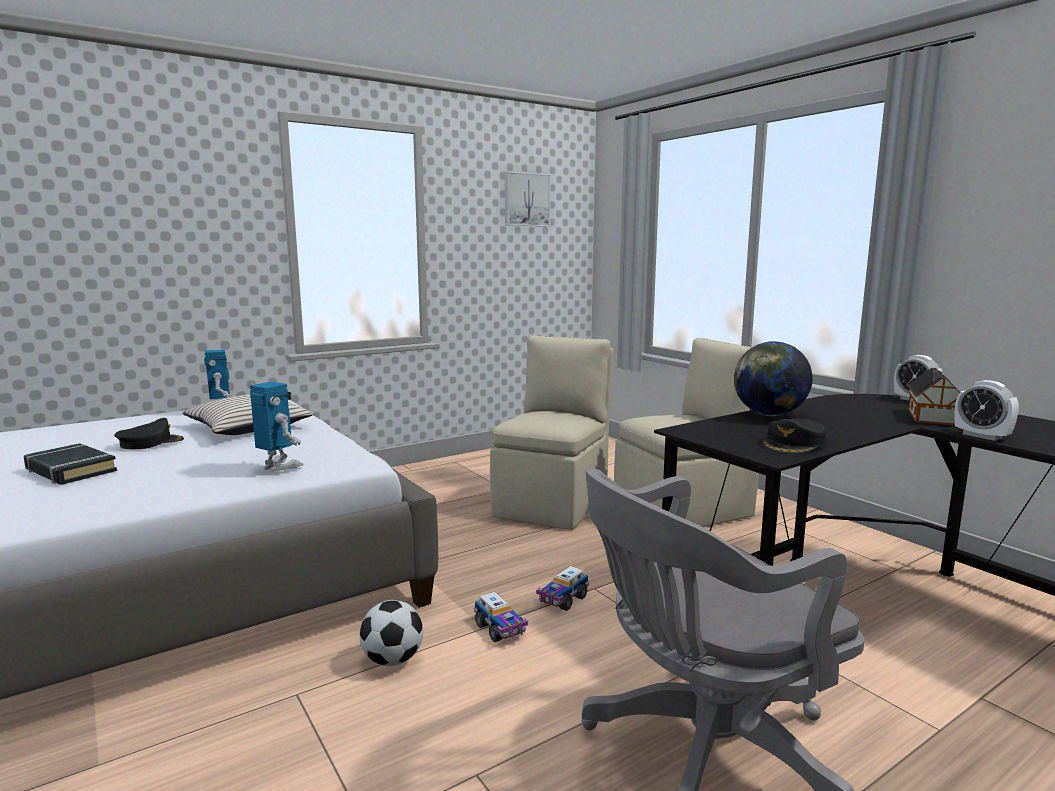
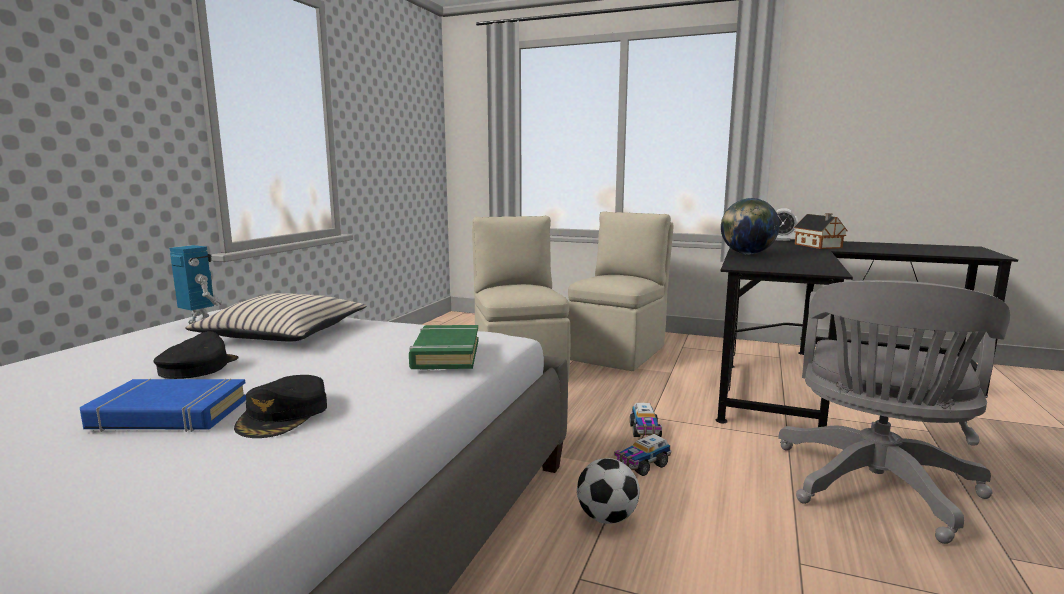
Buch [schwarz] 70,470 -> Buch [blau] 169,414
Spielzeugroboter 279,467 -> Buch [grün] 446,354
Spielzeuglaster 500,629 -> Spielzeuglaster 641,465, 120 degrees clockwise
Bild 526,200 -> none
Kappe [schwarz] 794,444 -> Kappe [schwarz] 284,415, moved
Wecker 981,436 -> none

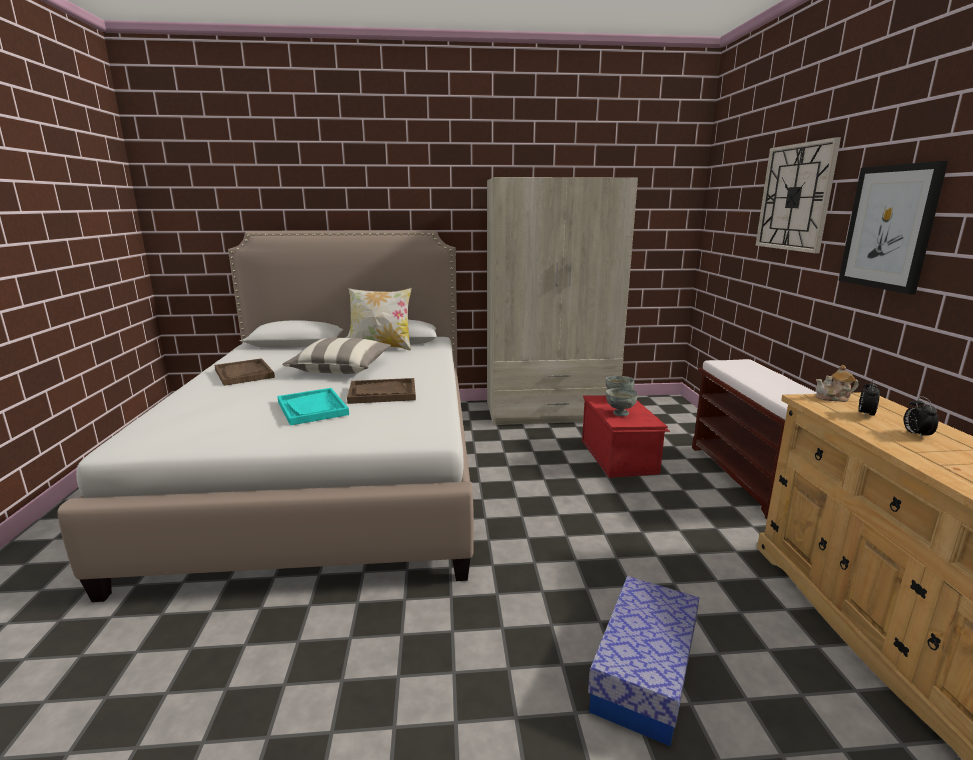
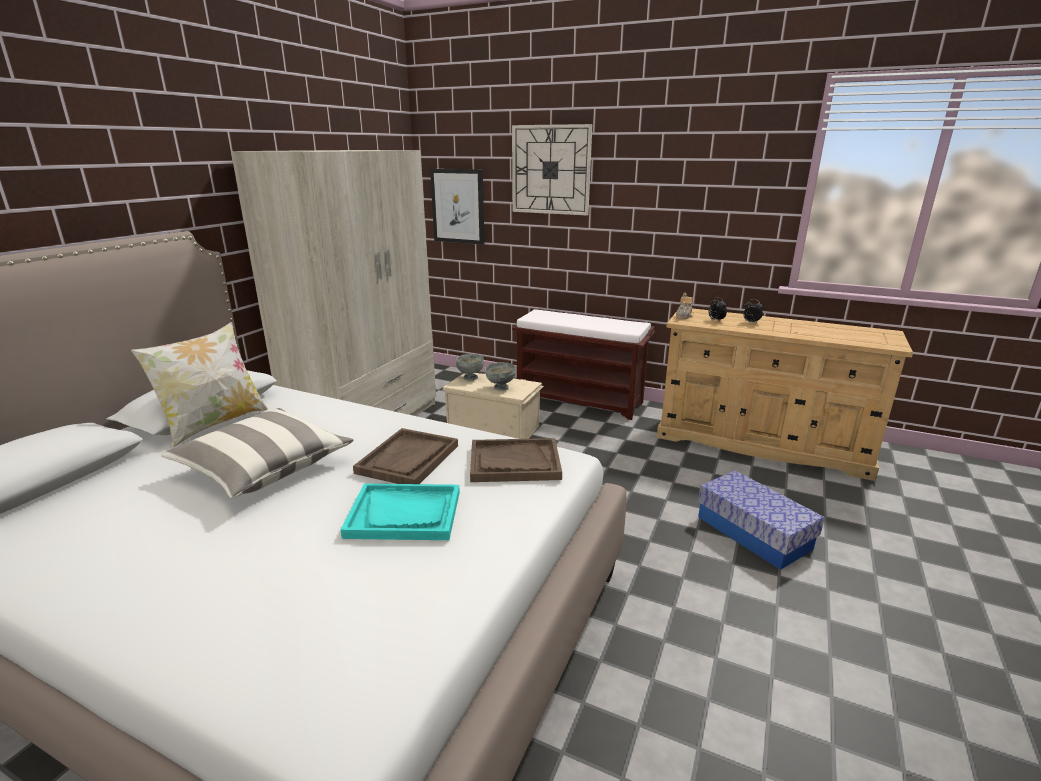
Tablett [braun] 244,374 -> Tablett [braun] 514,463, moved
Aufbewahrungsbox [rot] 619,456 -> Aufbewahrungsbox [beige] 493,429
Bild 889,227 -> Bild 458,206, moved

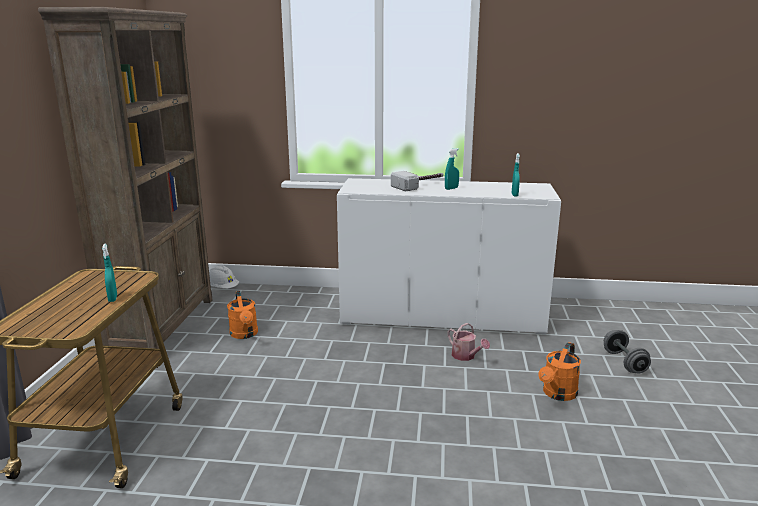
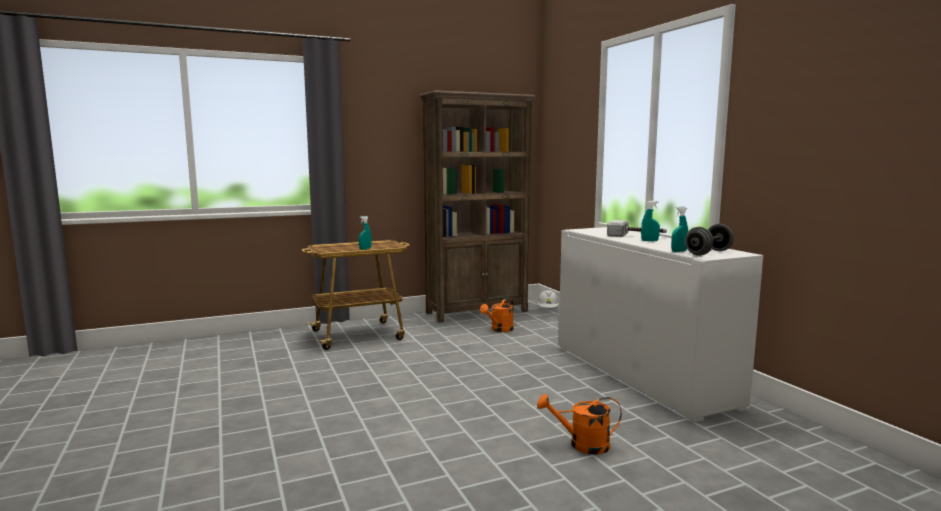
Gießkanne 466,356 -> none
Hantel [grau] 624,362 -> Hantel [grau] 708,253, moved

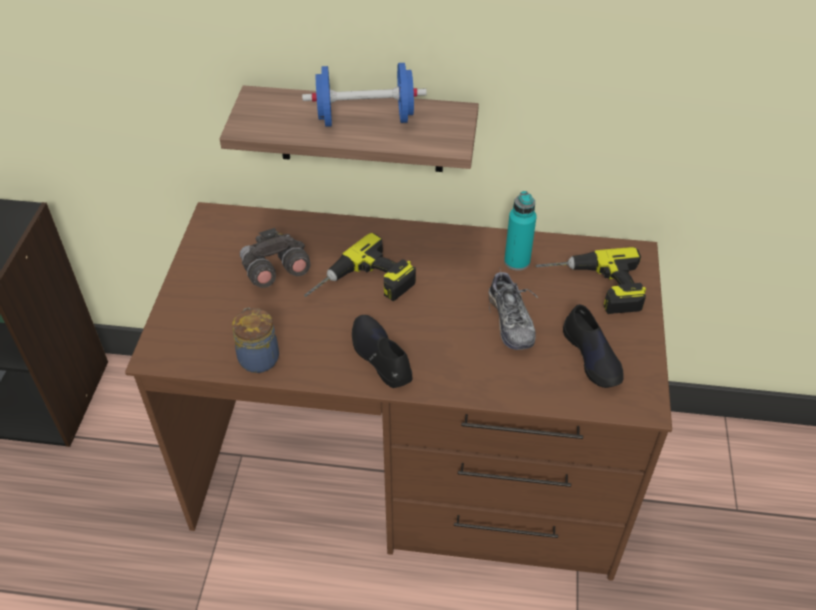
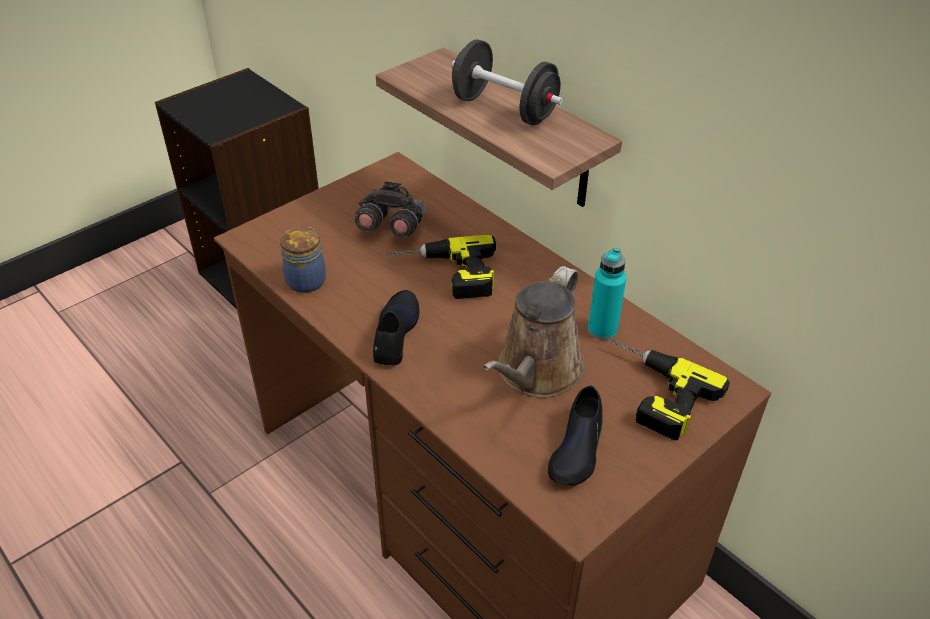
Hantel [blau] 365,119 -> Hantel [schwarz] 504,109
Schuh 510,321 -> Gießkanne [braun] 536,373

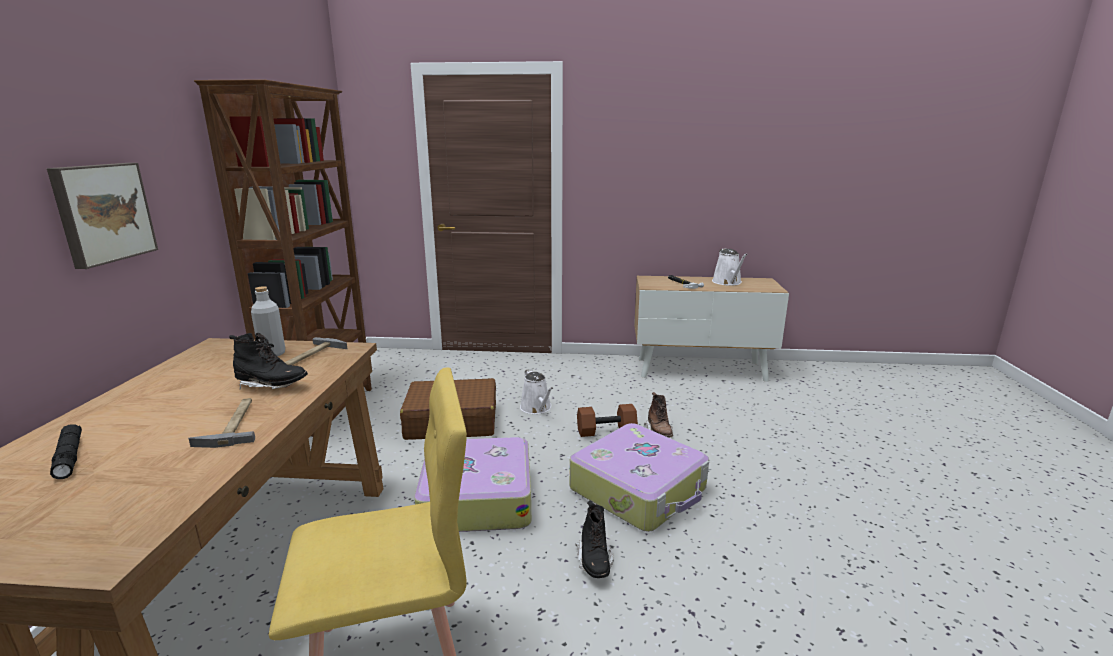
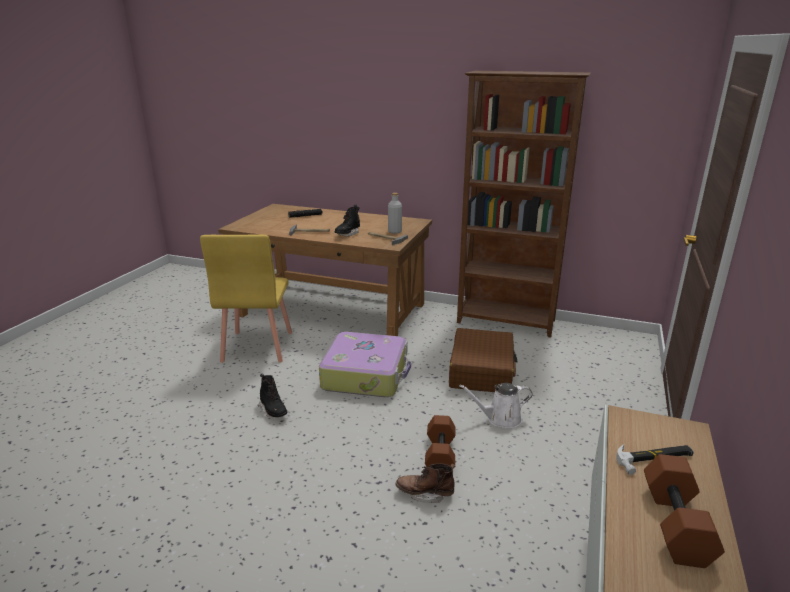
Bild 102,213 -> none
Koffer 639,489 -> none
Stiefel [schwarz] 594,561 -> Stiefel [schwarz] 273,411, 135 degrees counterclockwise
Gießkanne [weiß] 728,282 -> Hantel [braun] 677,525

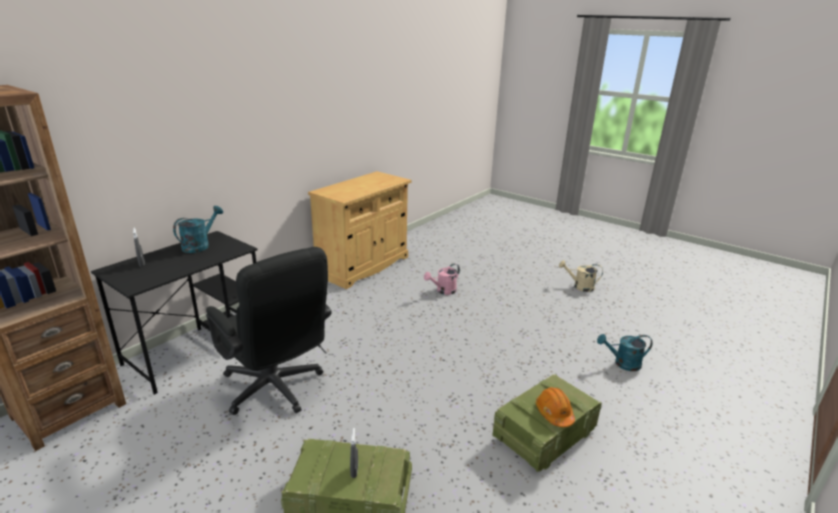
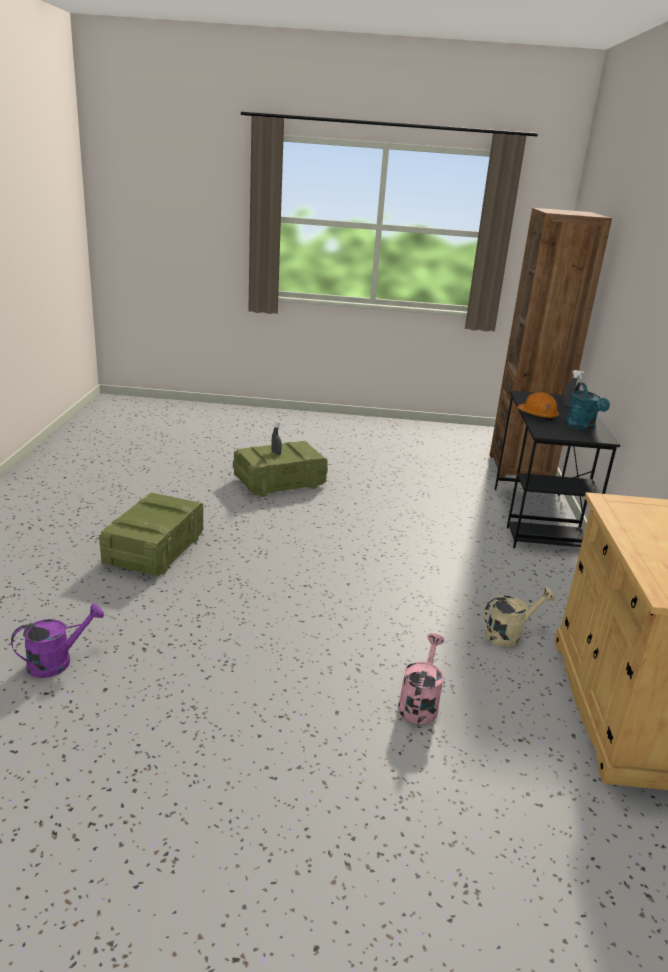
Bürostuhl [schwarz] 277,390 -> none
Schutzhelm [orange] 554,413 -> Schutzhelm [orange] 537,415, moved
Gießkanne [beige] 579,286 -> Gießkanne [beige] 509,634, moved
Gießkanne [türkis] 622,364 -> Gießkanne [lila] 57,661

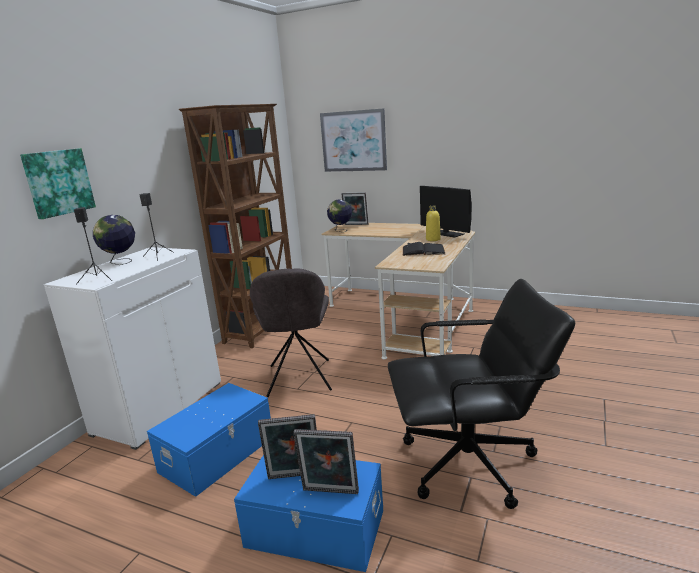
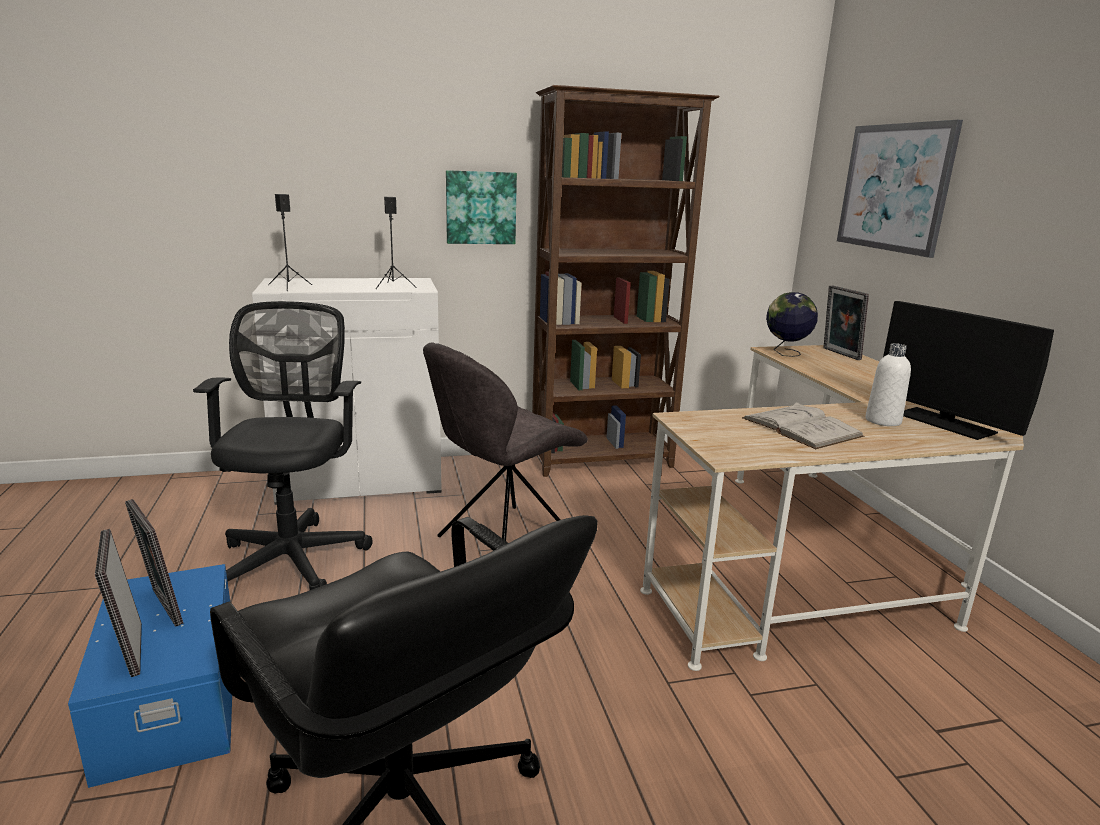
Bild 58,182 -> Bild 480,207, moved
Globus 121,262 -> none
Aufbewahrungsbox [blau] 218,454 -> Bürostuhl [schwarz] 293,557
Buch [schwarz] 423,250 -> Buch [weiß] 801,427
Monitor 445,233 -> Monitor 945,423, 45 degrees counterclockwise
Flasche [gelb] 433,239 -> Flasche [weiß] 883,421

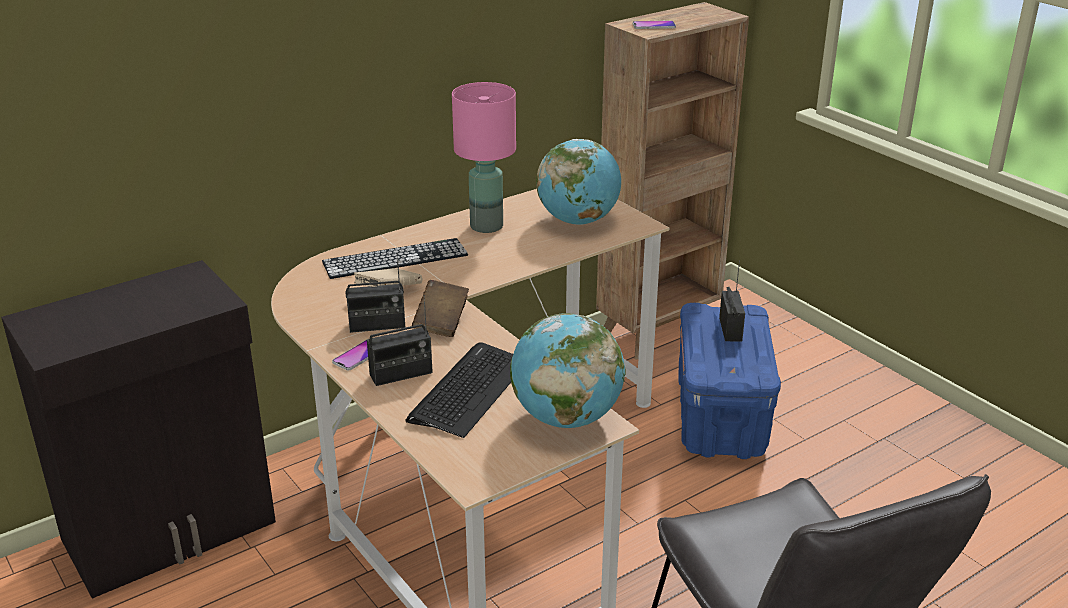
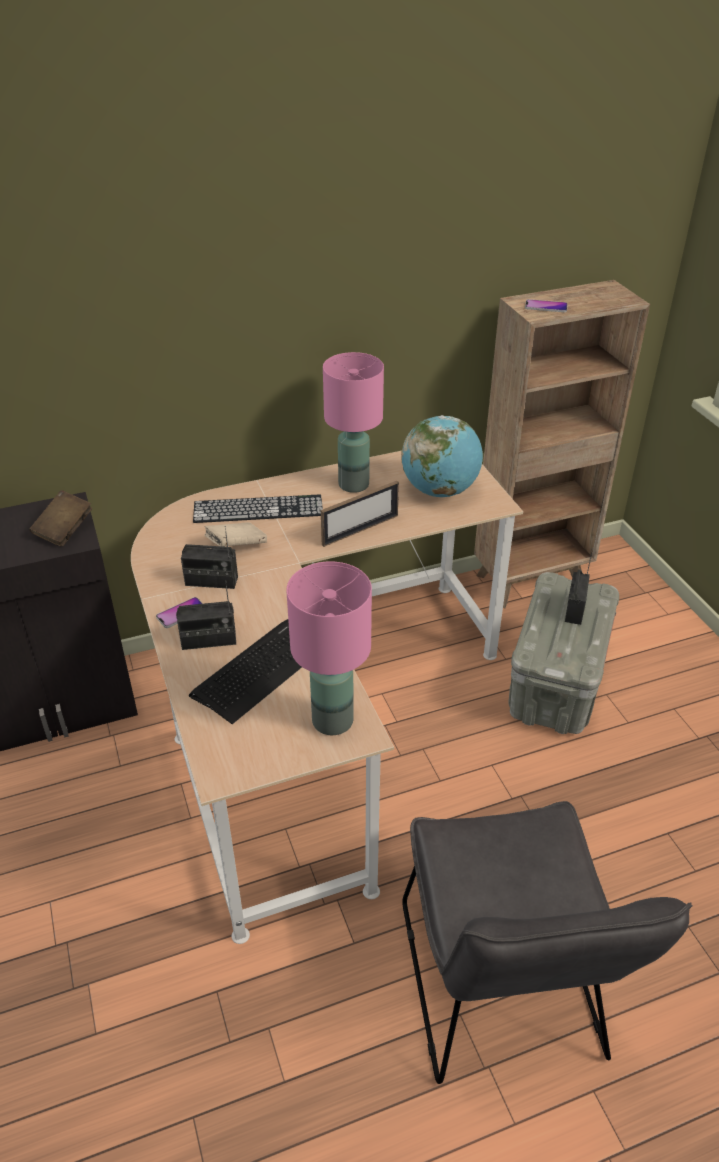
Buch [braun] 441,322 -> Buch [braun] 64,530, moved
Globus 566,418 -> Tischlampe [rosa] 332,719
Aufbewahrungsbox [blau] 720,418 -> Aufbewahrungsbox [grau] 555,684
none -> Bilderrahmen 360,530

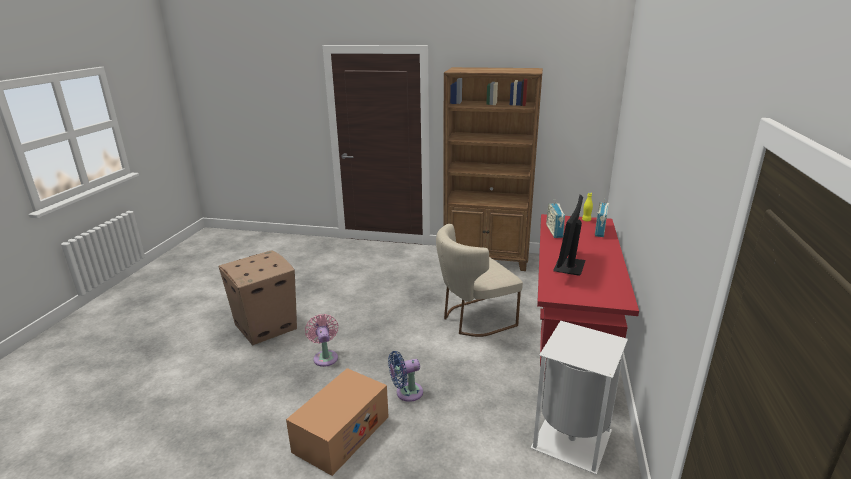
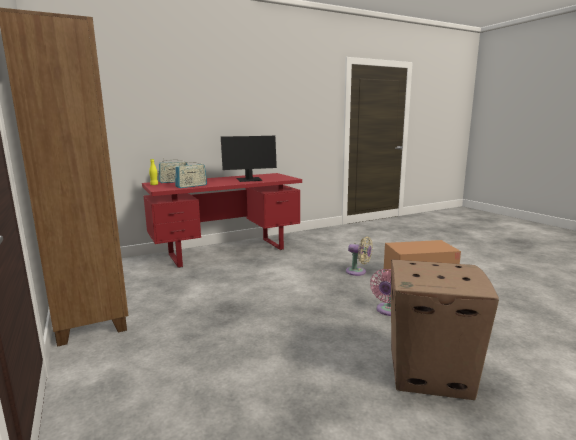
Ventilator [blau] 406,393 -> Ventilator [beige] 358,272
Stuhl [beige] 473,319 -> none
Mülleimer [weiß] 572,440 -> none

